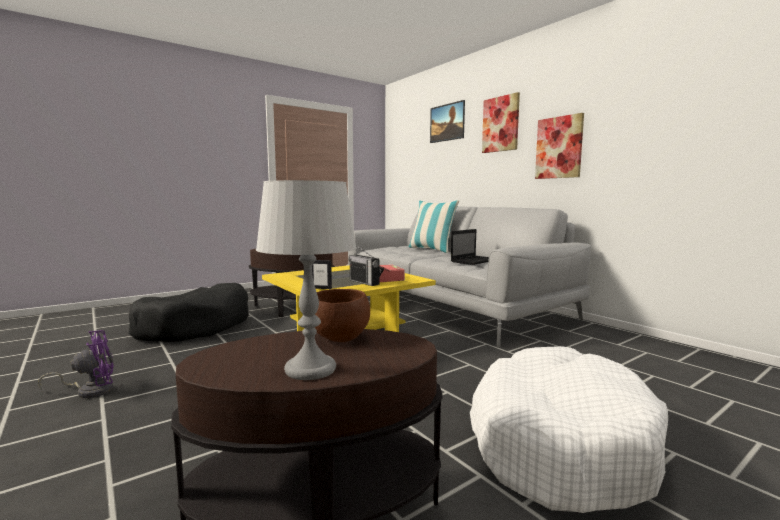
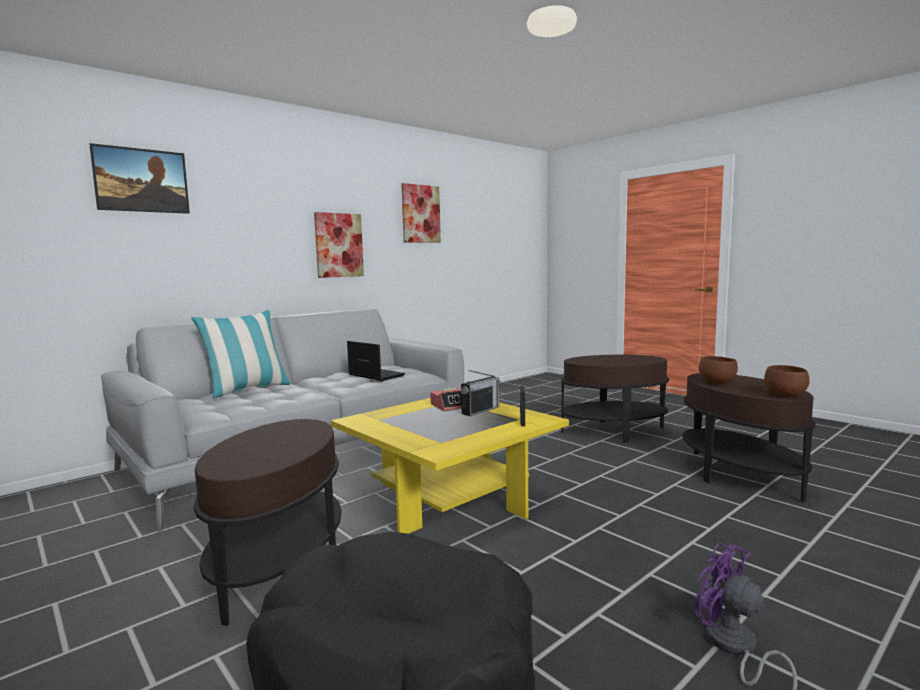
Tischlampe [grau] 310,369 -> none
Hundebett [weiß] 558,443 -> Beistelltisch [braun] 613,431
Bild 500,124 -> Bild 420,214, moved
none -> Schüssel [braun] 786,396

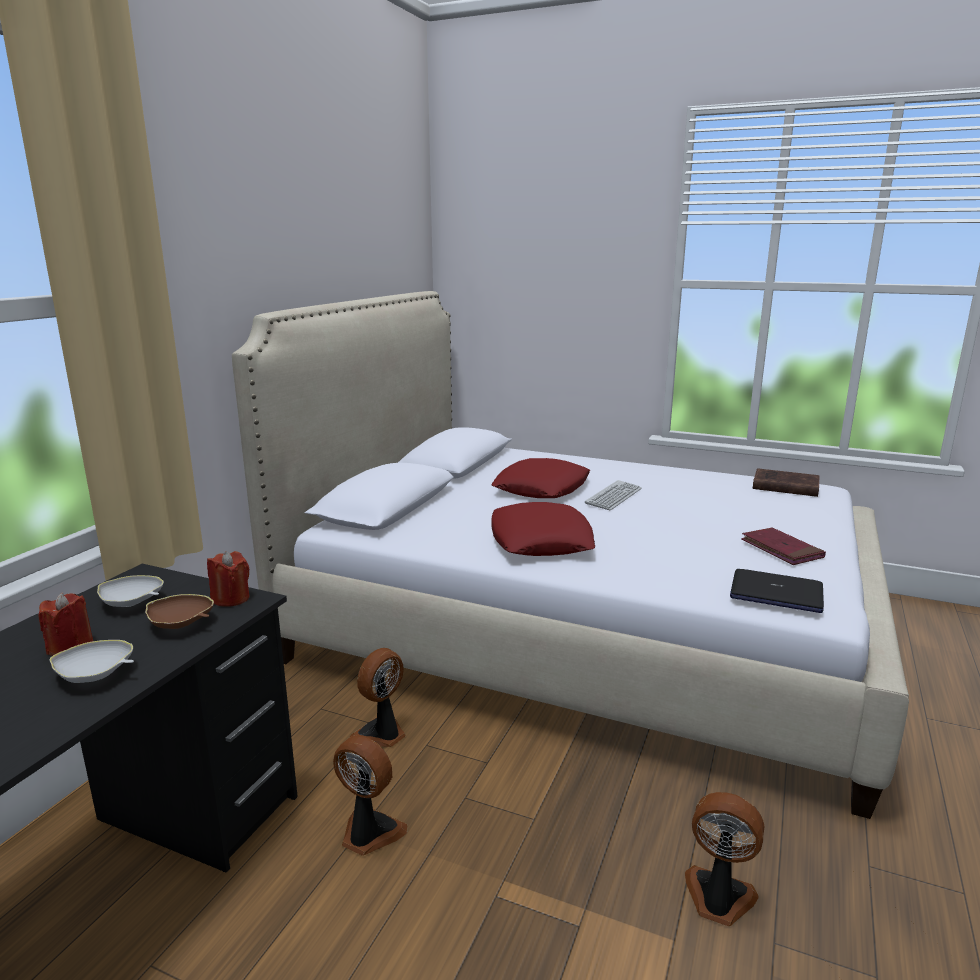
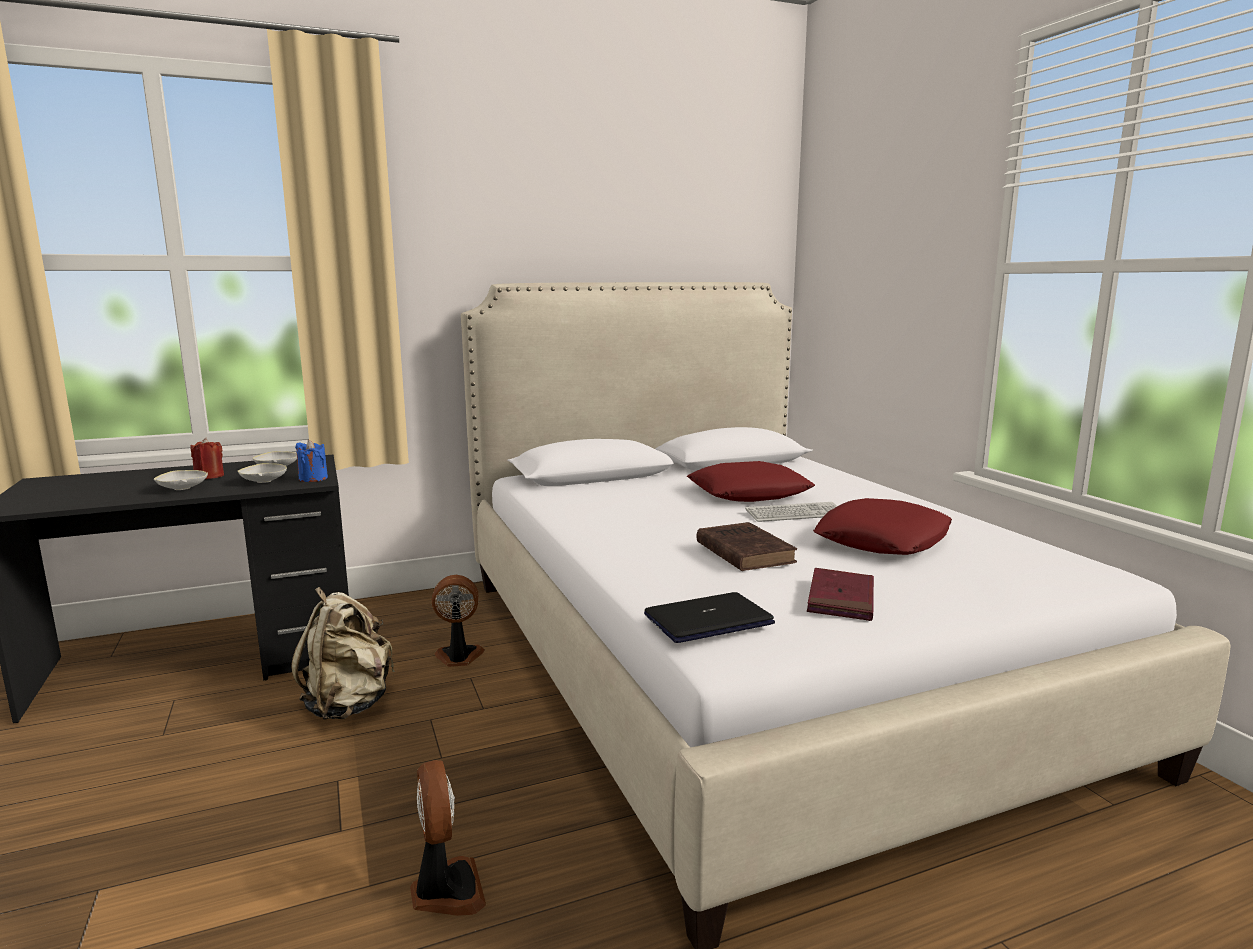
Schüssel [braun] 181,624 -> Schüssel [weiß] 264,482
Kerze [rot] 231,598 -> Kerze [blau] 313,478
Ventilator 369,833 -> Rucksack [beige] 349,704
Kissen [rot] 541,540 -> Kissen [rot] 883,540, moved
Laptop 775,593 -> Laptop 708,619, 90 degrees clockwise
Buch [braun] 783,487 -> Buch [braun] 743,551, moved

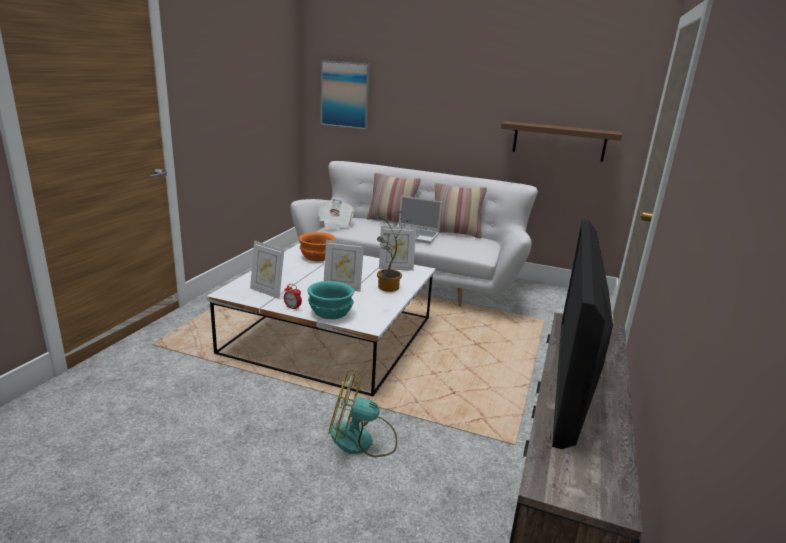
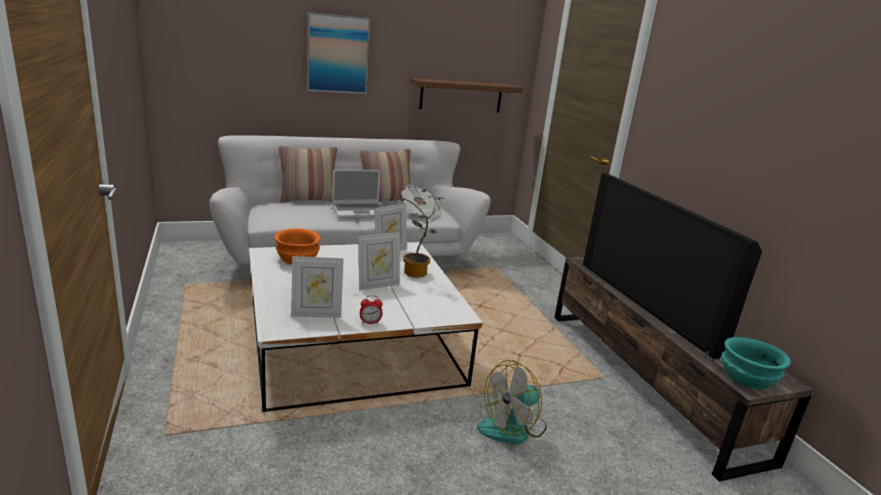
Schüssel [türkis] 330,312 -> Schüssel [türkis] 746,378, moved
Zeitung 335,224 -> Zeitung 421,214, moved
Bild 345,95 -> Bild 337,54, moved

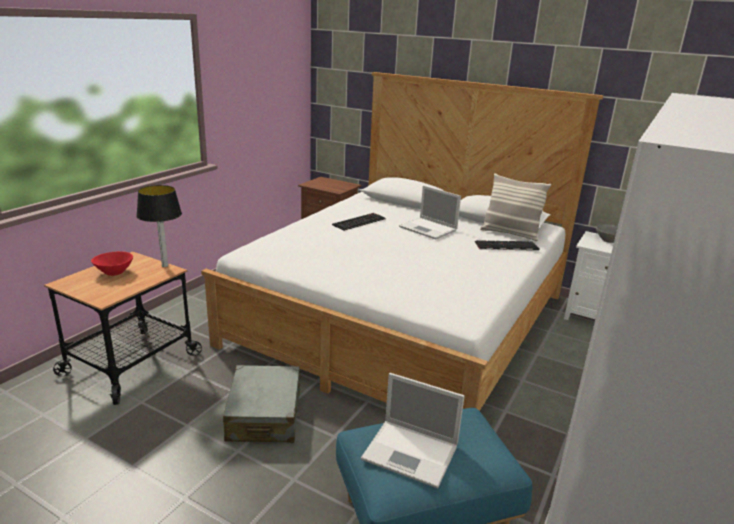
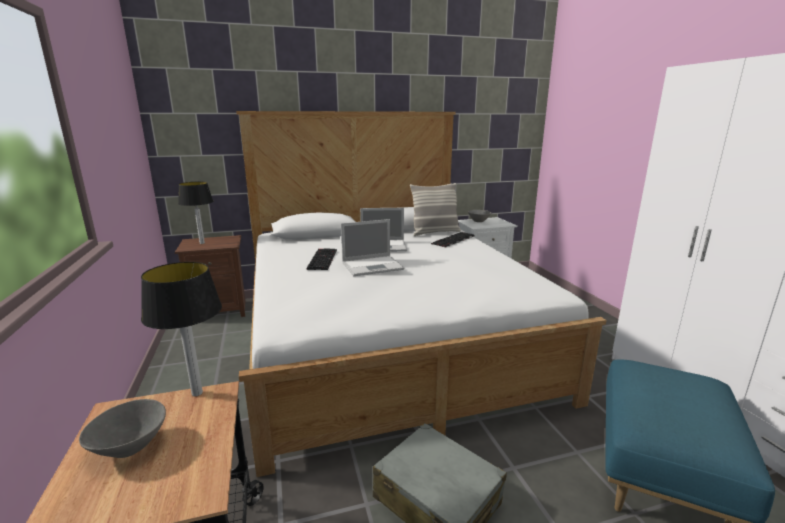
Schüssel [rot] 114,272 -> Schüssel [grau] 129,447
Laptop 412,453 -> Laptop 373,266, moved
none -> Tischlampe 202,243

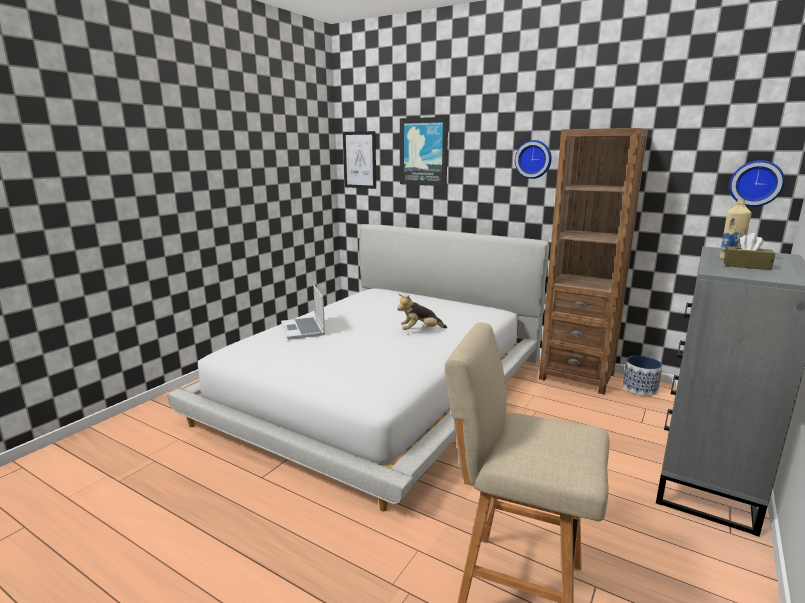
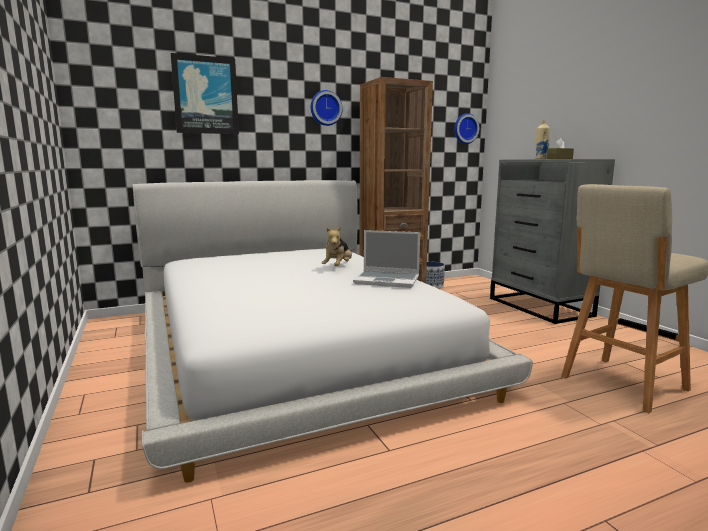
Laptop 304,329 -> Laptop 388,280, moved
Bild 359,160 -> none

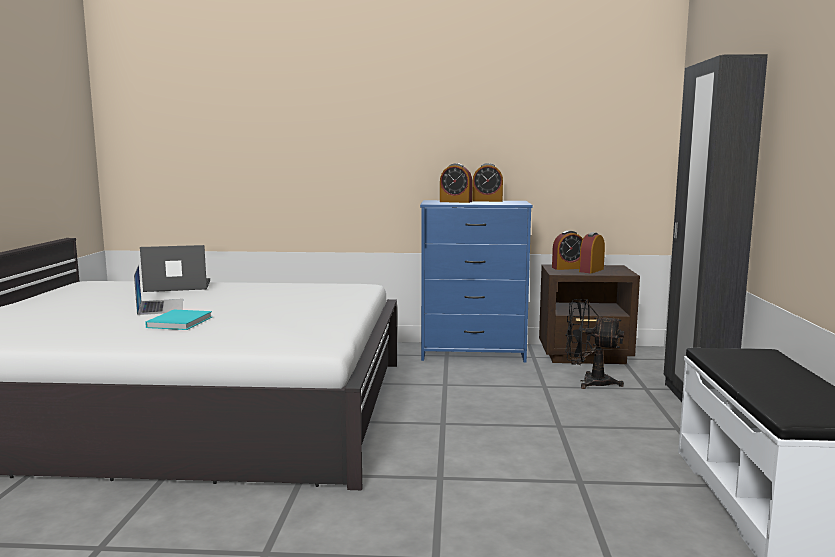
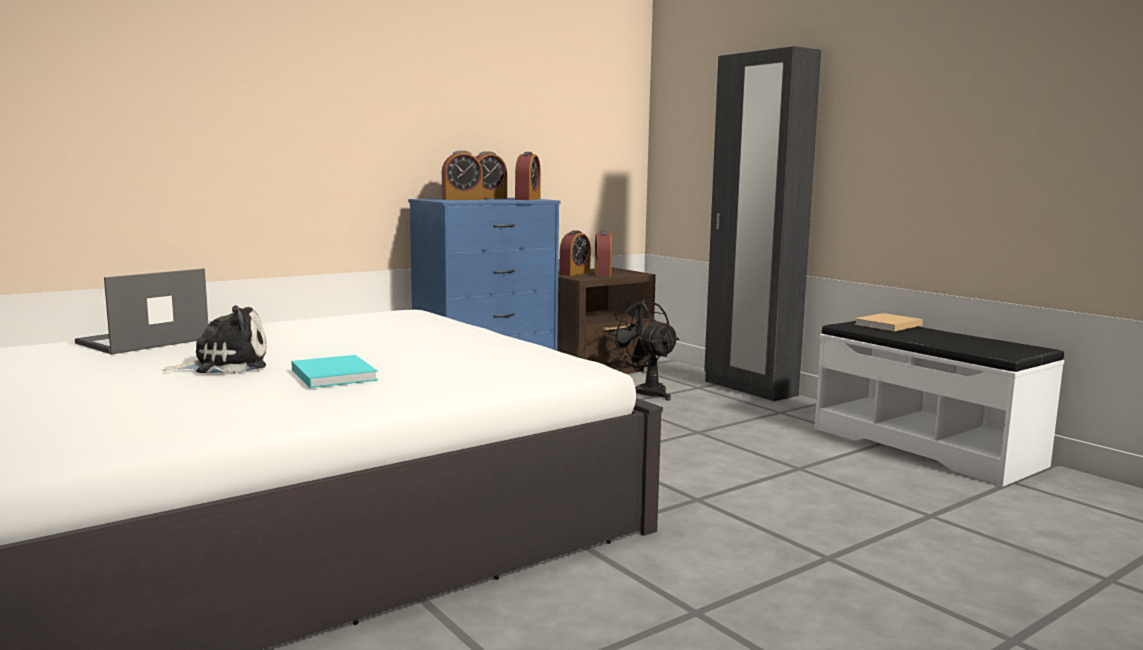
Laptop 160,306 -> Plüschtier 225,365
Ventilator [schwarz] 588,382 -> Ventilator [schwarz] 645,392, 75 degrees clockwise
none -> Wecker 527,199
none -> Buch [beige] 887,325

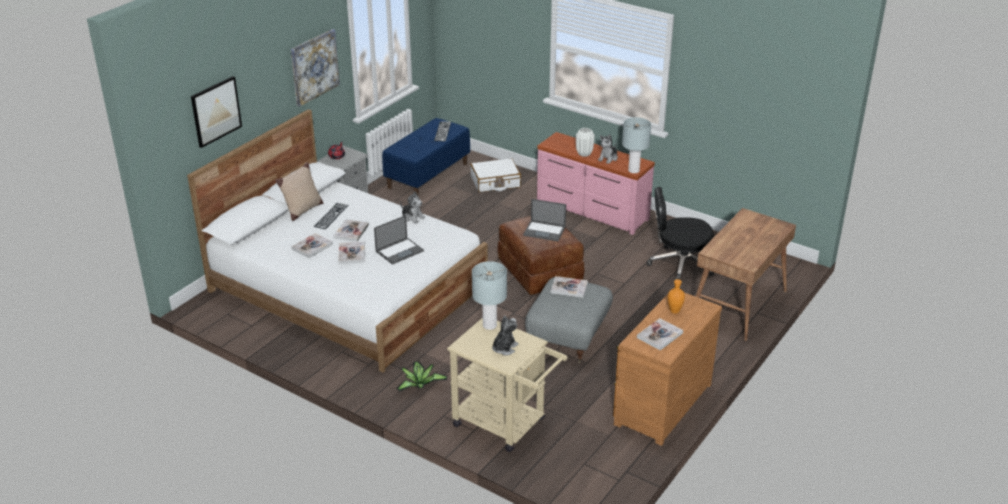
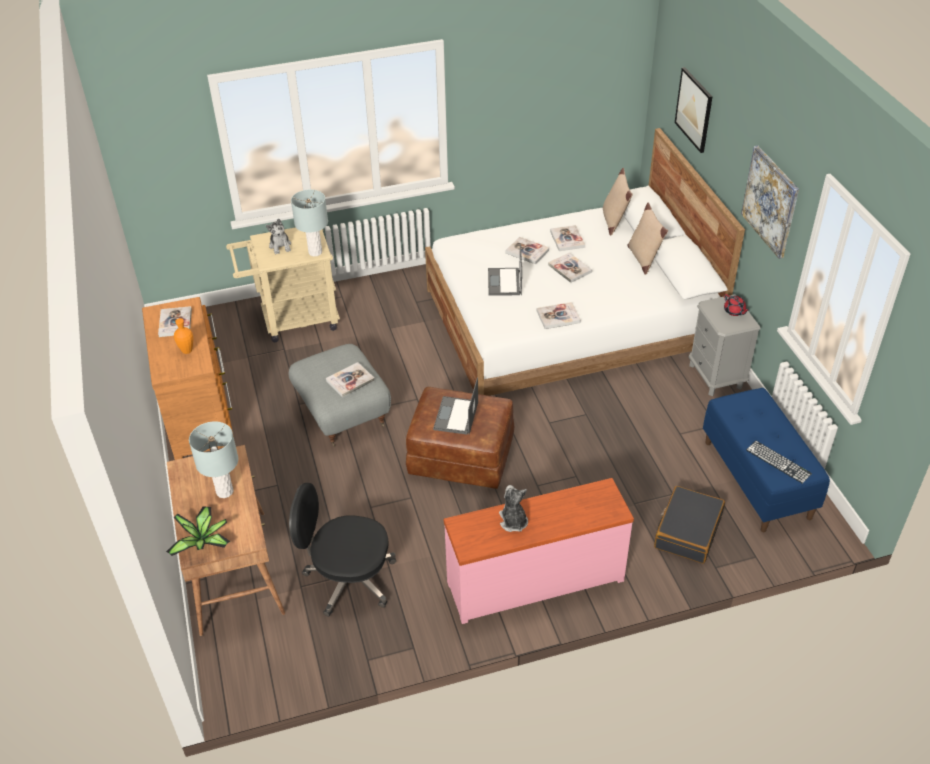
Tastatur 331,216 -> none
Topfpflanze 420,384 -> Topfpflanze 202,541, moved
Plüschtier 412,217 -> Buch 558,317
Koffer [weiß] 495,182 -> Koffer [schwarz] 687,531
Laptop 545,231 -> Laptop 456,416, 45 degrees counterclockwise
Vase [weiß] 584,154 -> none
Tischlampe [grau] 633,170 -> Tischlampe [grau] 225,491, moved
Bürostuhl [schwarz] 679,265 -> Bürostuhl [schwarz] 348,579, 120 degrees counterclockwise
none -> Kissen [beige] 614,221

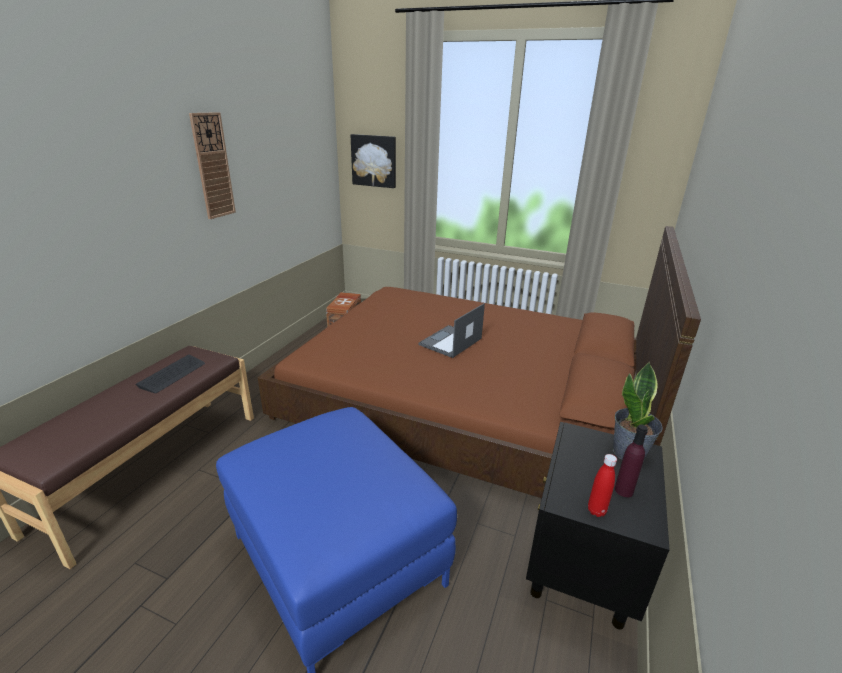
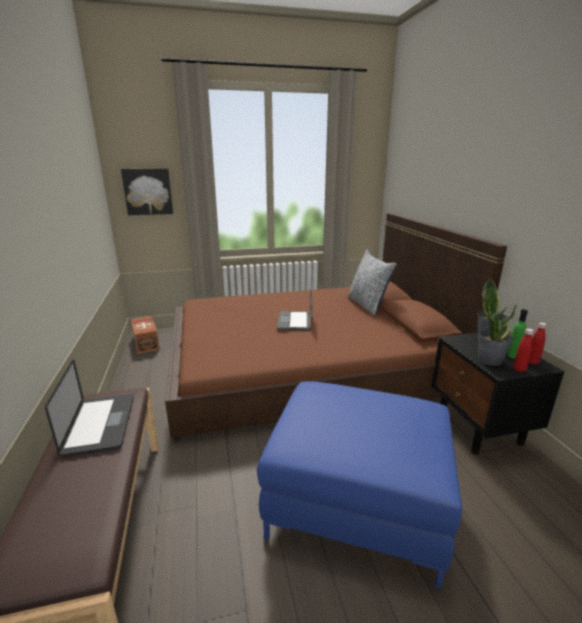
Tastatur 172,375 -> Laptop 100,424
Wanduhr 212,166 -> none
Flasche [lila] 623,490 -> Flasche [grün] 513,356
none -> Kissen 368,305
none -> Topfpflanze 489,360
none -> Flasche [rot] 532,362

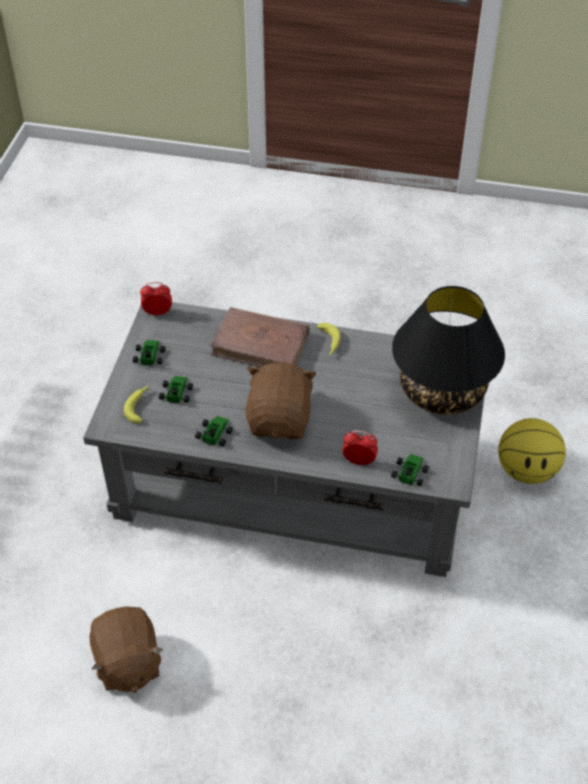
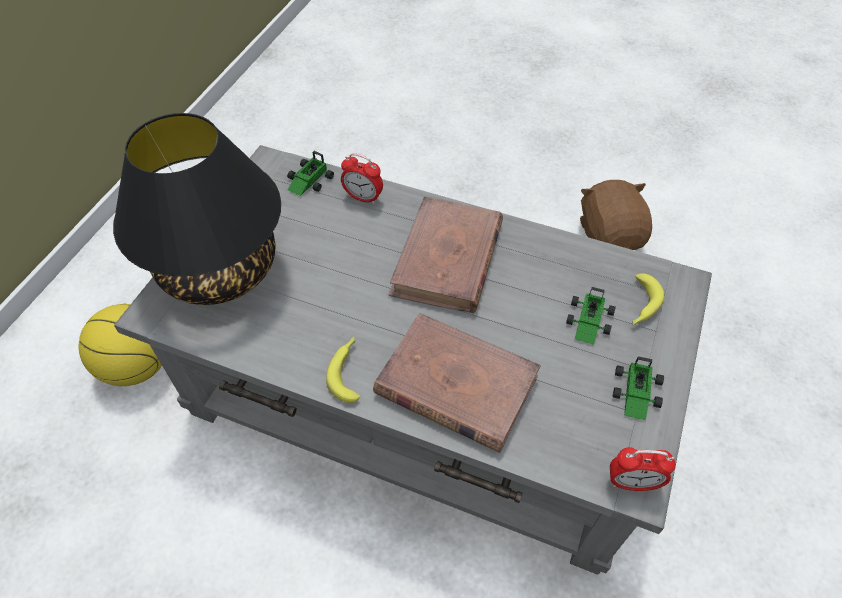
Spielzeugauto 215,431 -> none
Plüschtier [braun] 280,420 -> Buch [braun] 447,259

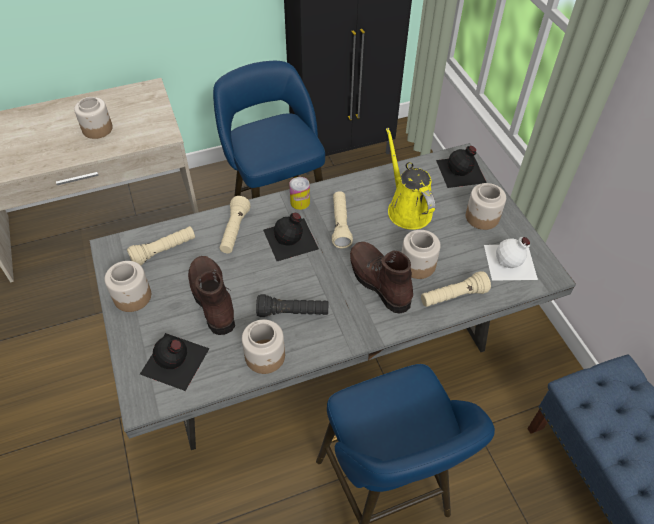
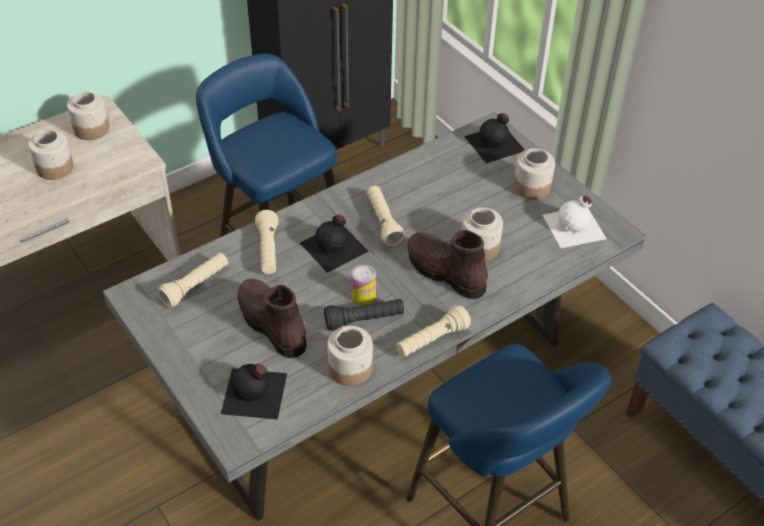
Vorratsglas 133,296 -> Vorratsglas 92,128, moved
Dose 300,202 -> Dose 363,295, moved
Gießkanne [gelb] 407,209 -> none
Taschenlampe [beige] 453,297 -> Taschenlampe [beige] 432,340, moved

